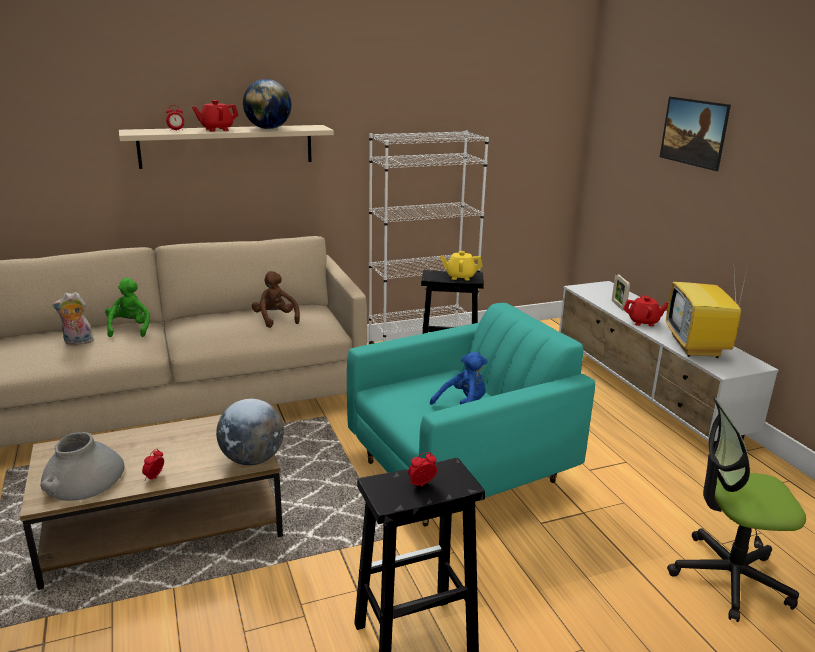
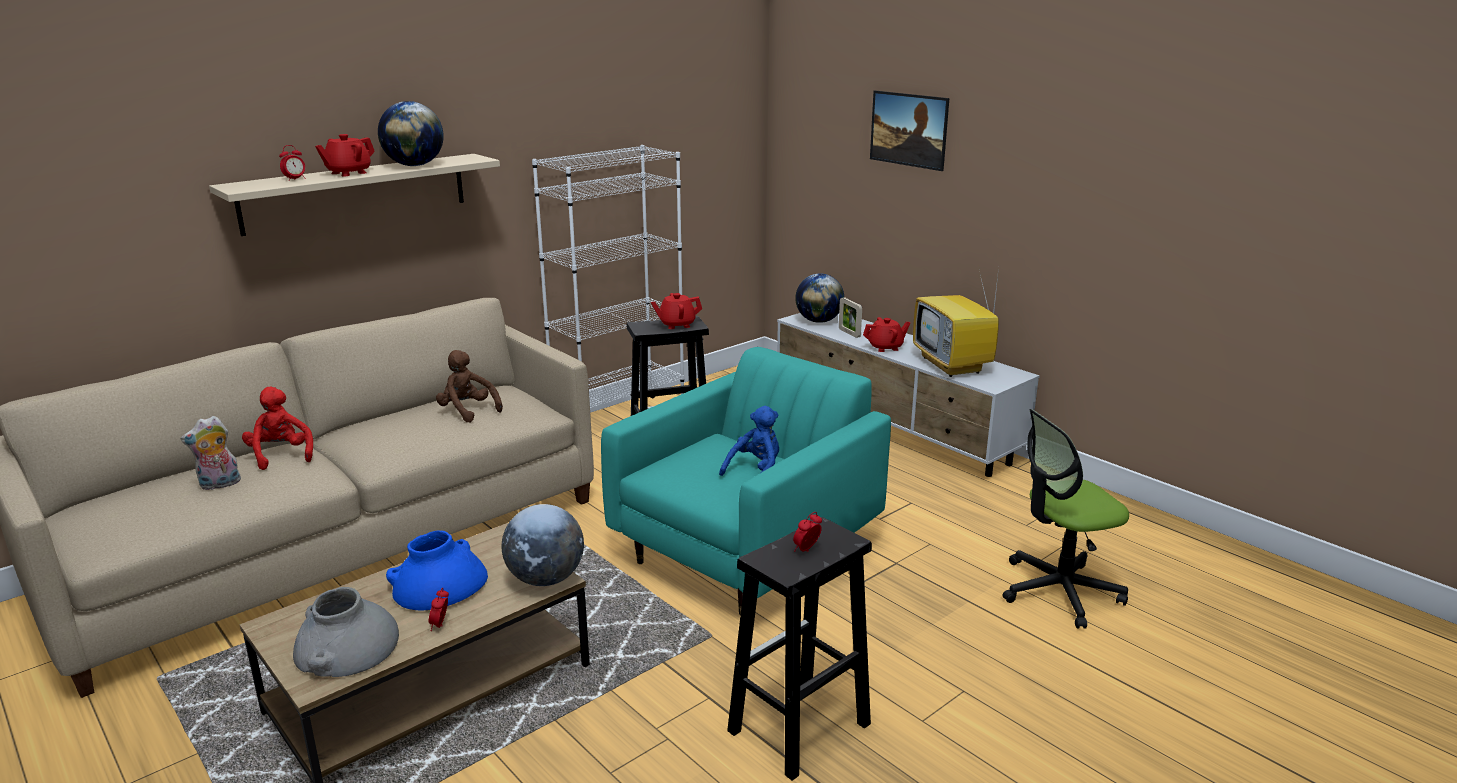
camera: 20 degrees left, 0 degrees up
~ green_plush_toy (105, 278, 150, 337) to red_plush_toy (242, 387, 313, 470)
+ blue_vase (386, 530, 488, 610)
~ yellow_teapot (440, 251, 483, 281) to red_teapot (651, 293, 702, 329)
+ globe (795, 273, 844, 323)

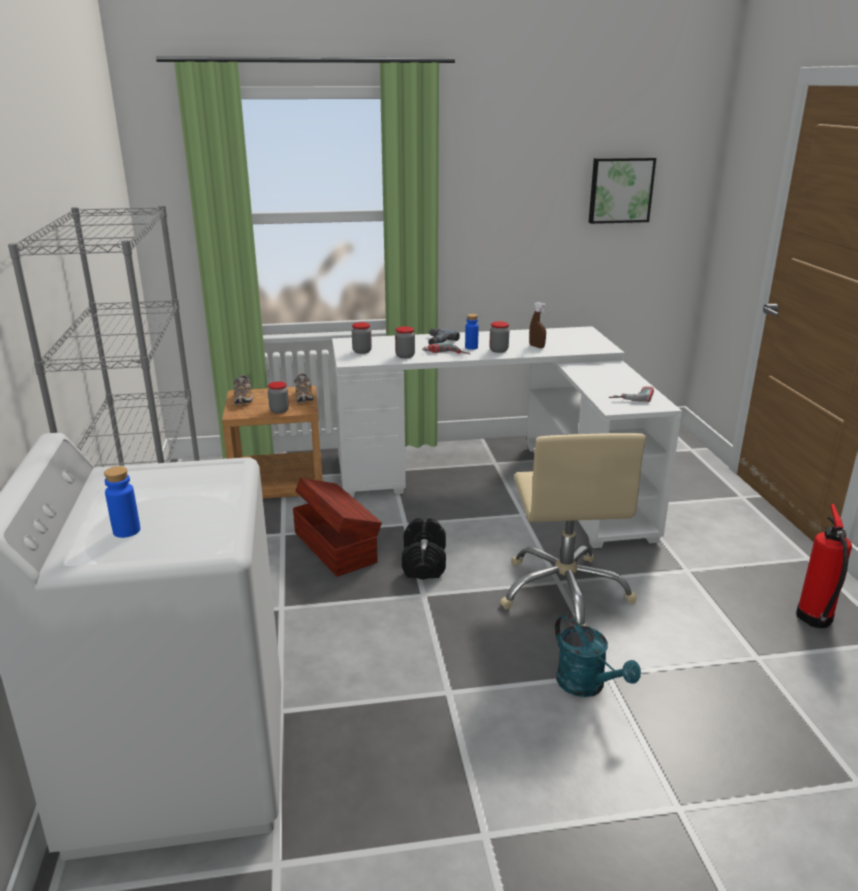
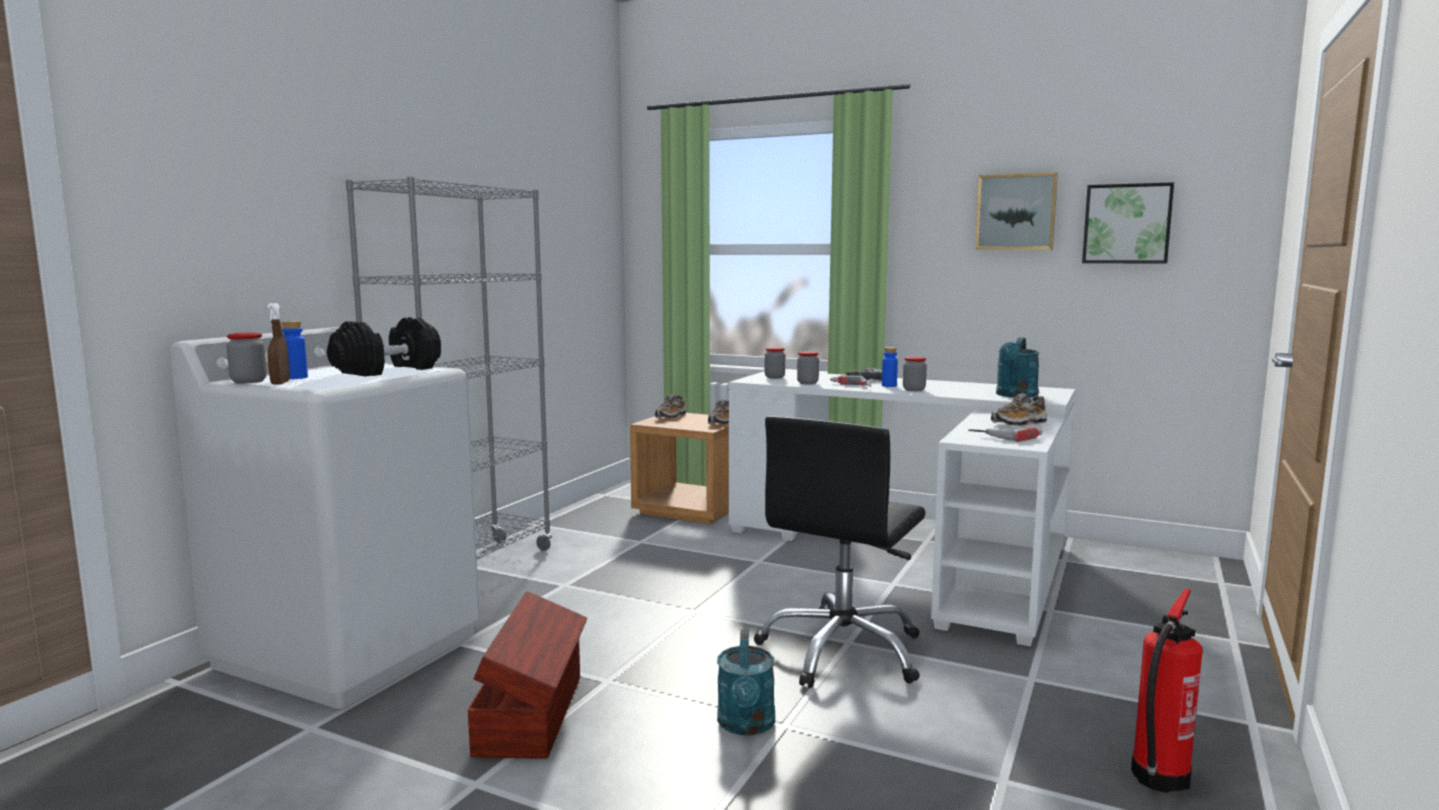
camera: 35 degrees right, 15 degrees down
~ jar (268, 381, 289, 414) to (226, 332, 267, 384)
~ brown_spray_bottle (529, 302, 546, 348) to (267, 303, 290, 385)
~ black_dumbbell (402, 518, 446, 580) to (327, 317, 441, 376)
~ brown_storage_box (293, 478, 382, 576) to (468, 591, 587, 759)
~ beige_office_chair (500, 433, 646, 626) to black_office_chair (754, 416, 925, 688)
+ picture (975, 172, 1058, 250)
+ shoe (991, 393, 1047, 427)
+ turquoise_watering_can (996, 337, 1040, 398)

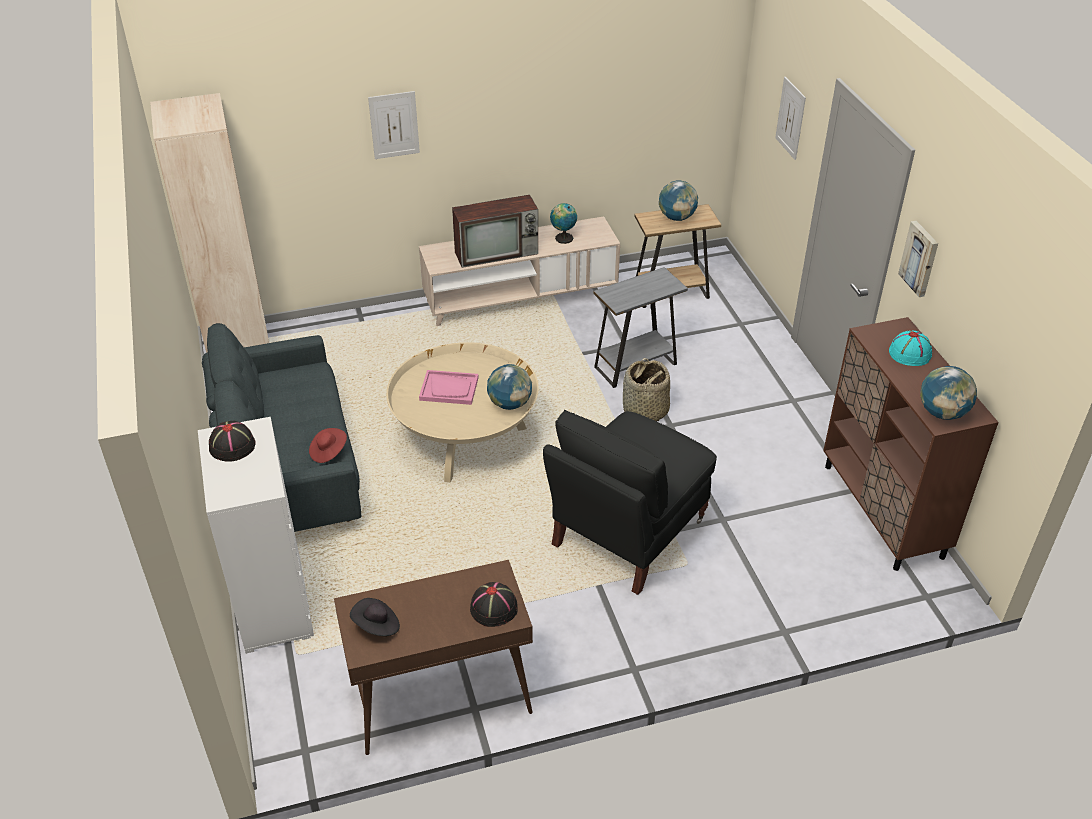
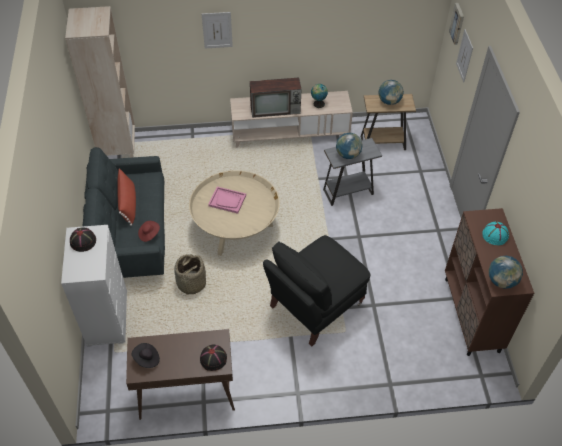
camera: 10 degrees right, 10 degrees up
+ red_pillow (118, 169, 136, 226)
~ basket (623, 358, 670, 421) to (174, 254, 206, 296)
~ globe (487, 364, 532, 410) to (336, 133, 363, 159)
~ picture (898, 221, 938, 297) to (449, 3, 464, 45)

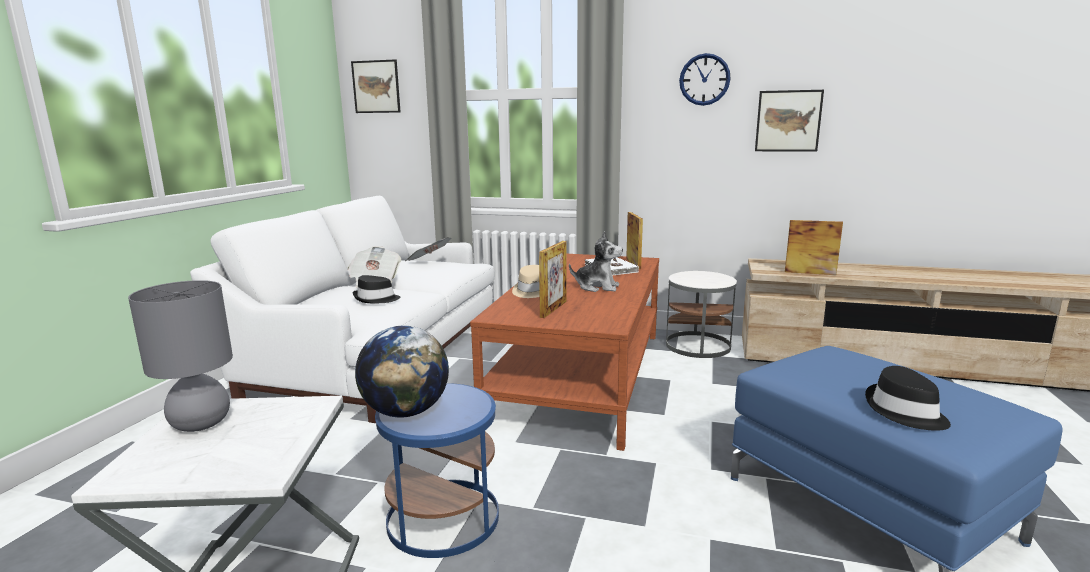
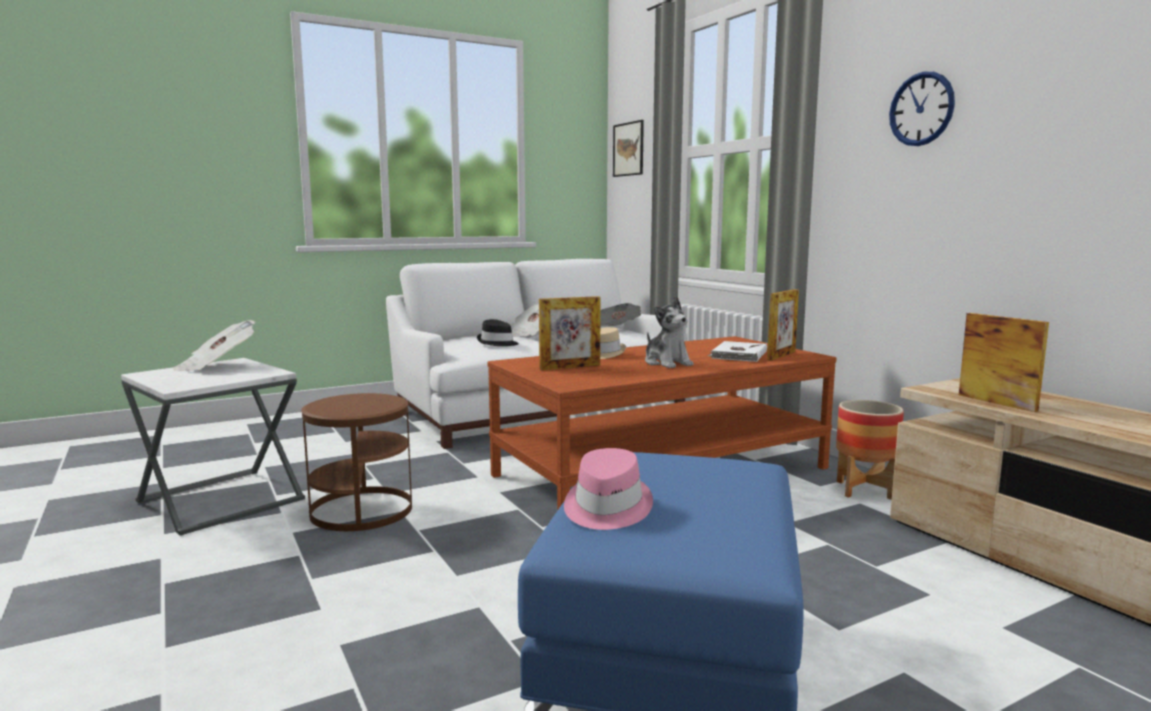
camera: 45 degrees right, 5 degrees down
~ grey_table_lamp (128, 280, 233, 432) to newspaper (173, 320, 256, 371)
~ blue_side_table (375, 383, 499, 558) to brown_side_table (301, 393, 412, 531)
~ black_hat (865, 366, 951, 431) to pink_hat (564, 448, 653, 530)
~ white_side_table (666, 271, 737, 358) to planter (836, 400, 904, 500)
- globe (355, 326, 449, 418)
- picture (755, 90, 824, 152)

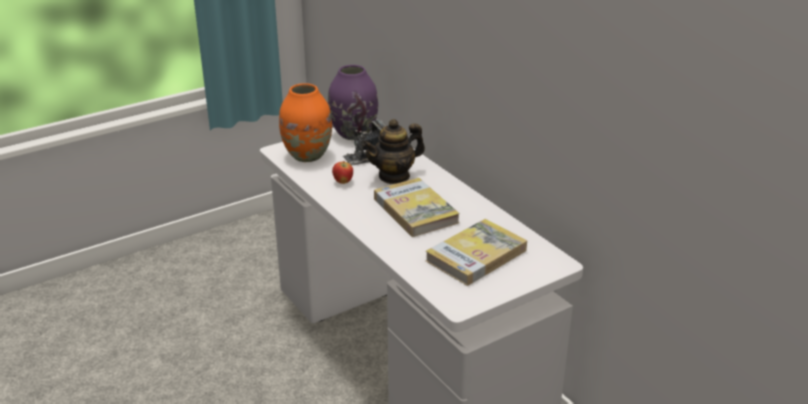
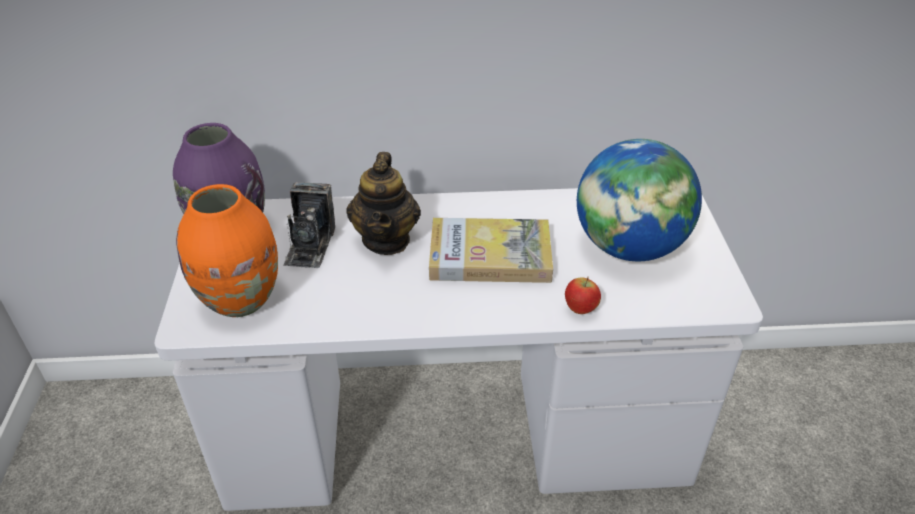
camera: 60 degrees left, 10 degrees up
~ apple (332, 160, 353, 184) to (565, 277, 601, 314)
~ book (426, 219, 527, 286) to globe (577, 139, 702, 261)

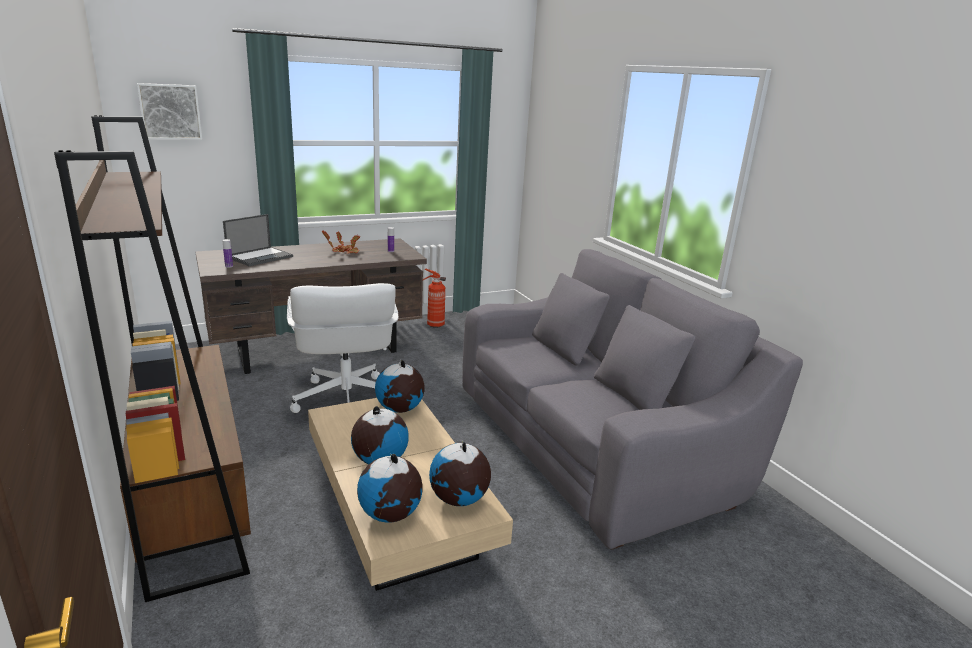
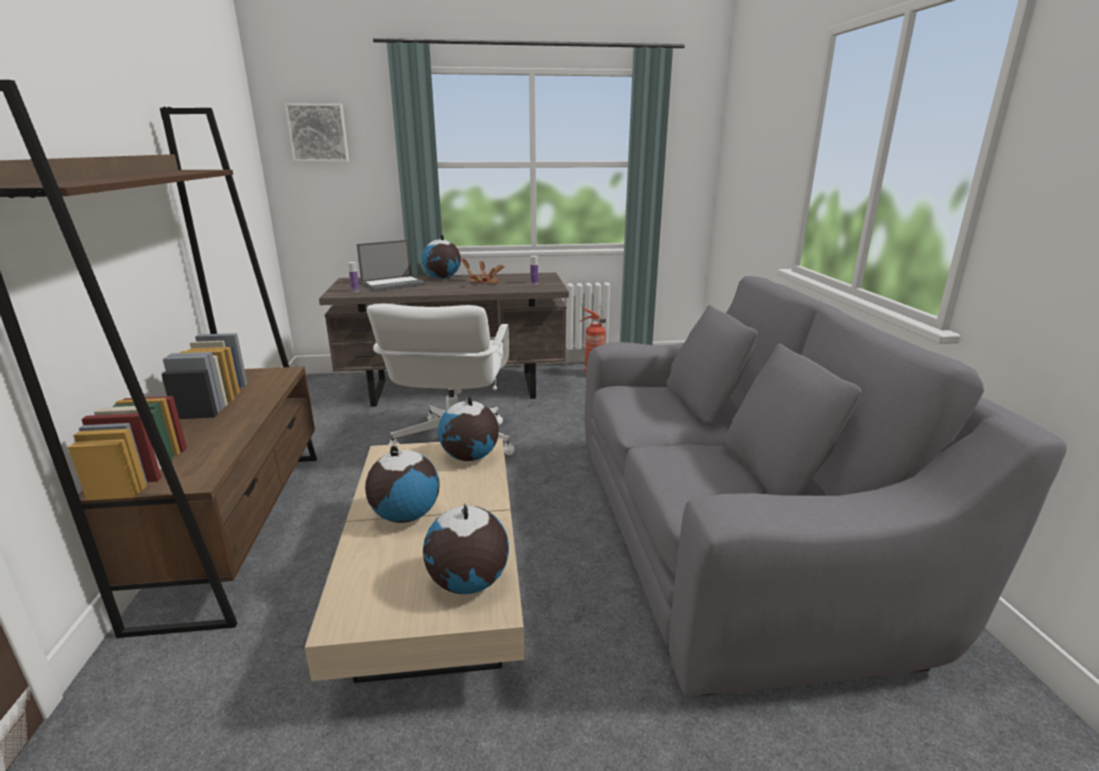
camera: 20 degrees right, 0 degrees up
~ globe (357, 454, 423, 523) to (422, 234, 461, 279)

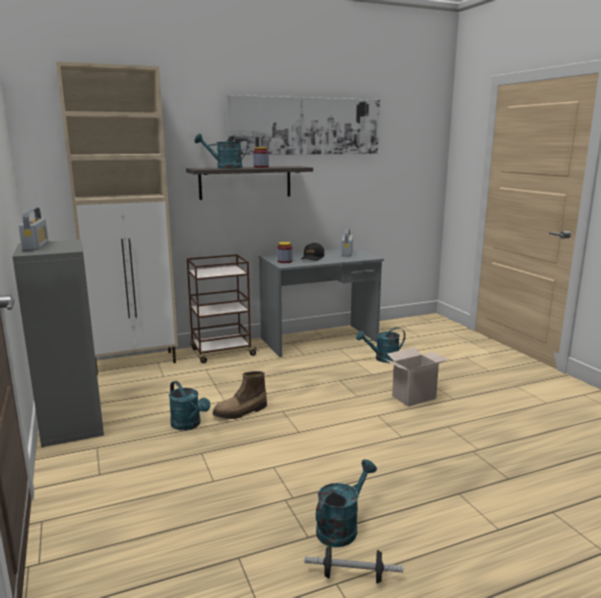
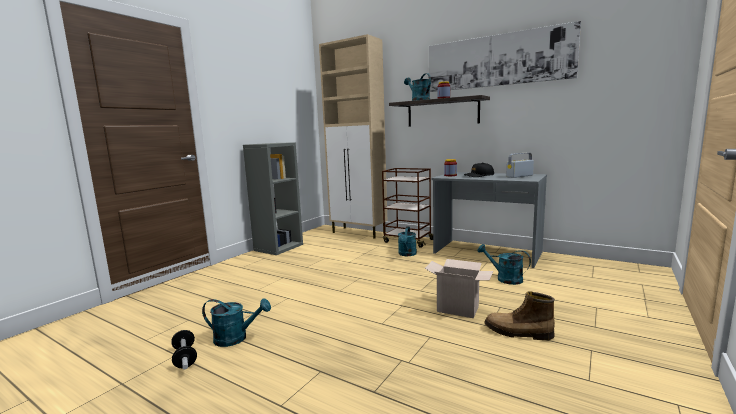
camera: 55 degrees right, 5 degrees down
~ turquoise_watering_can (169, 381, 210, 430) to (398, 226, 417, 256)
~ boot (212, 371, 267, 419) to (484, 291, 555, 340)
- radio (19, 208, 49, 251)

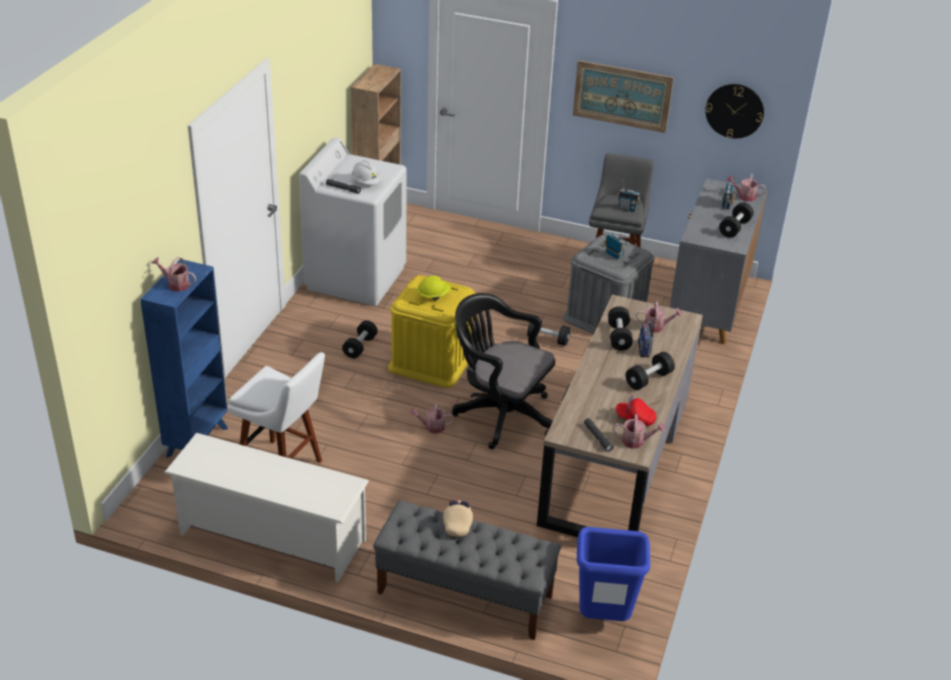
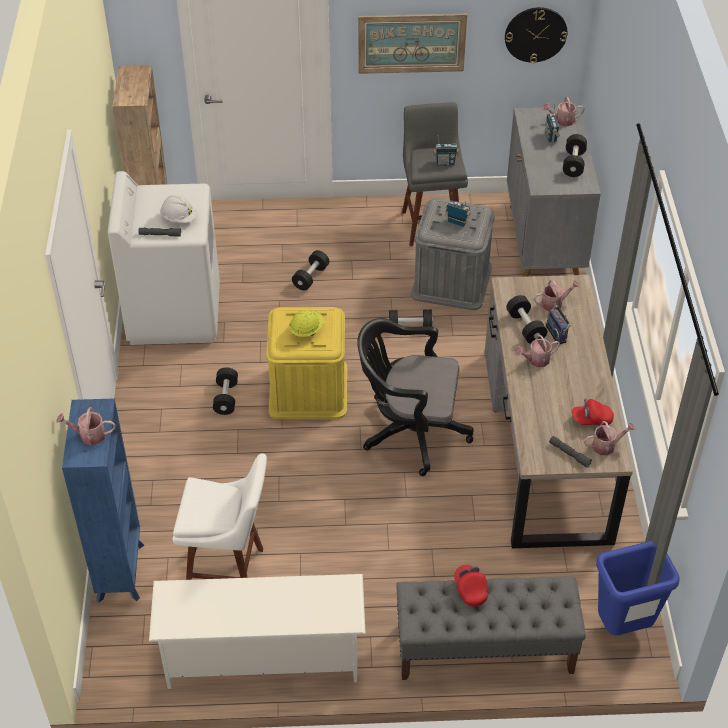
camera: 20 degrees left, 10 degrees up
~ black_dumbbell (626, 352, 675, 390) to (292, 250, 329, 291)
~ beige_cap (443, 500, 473, 537) to red_cap (454, 565, 488, 606)
~ watering_can (409, 404, 454, 434) to (514, 334, 560, 367)

